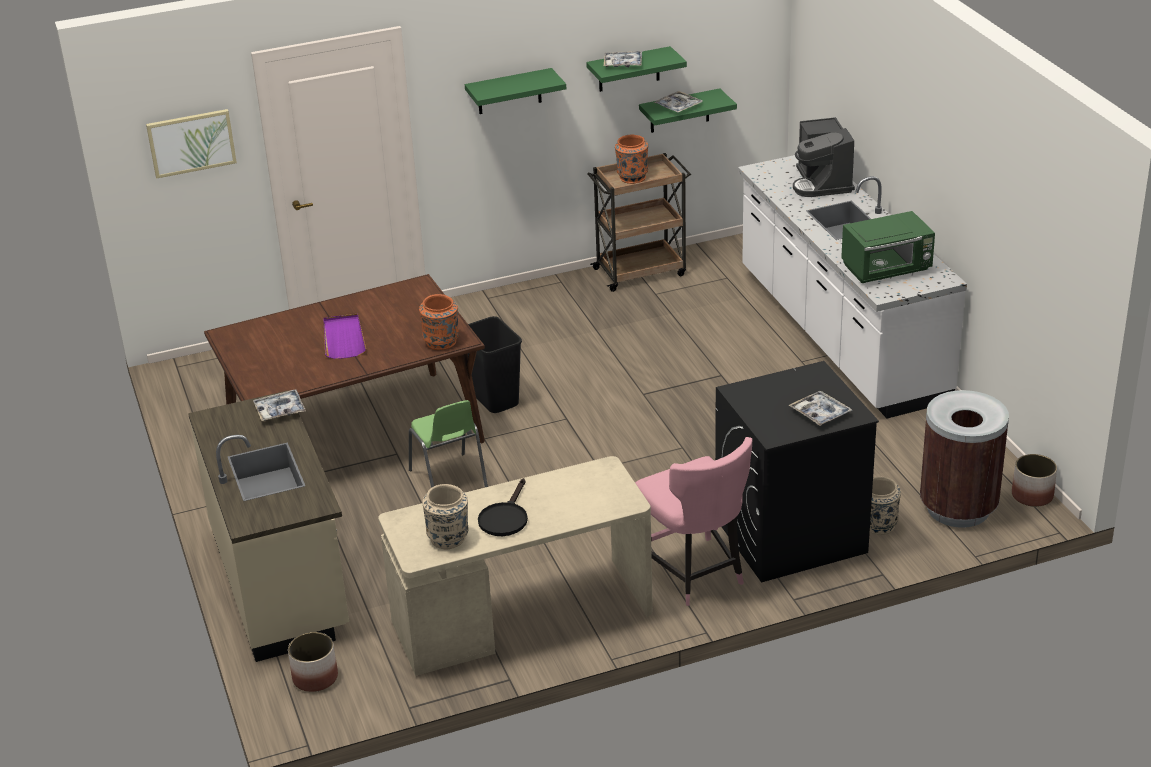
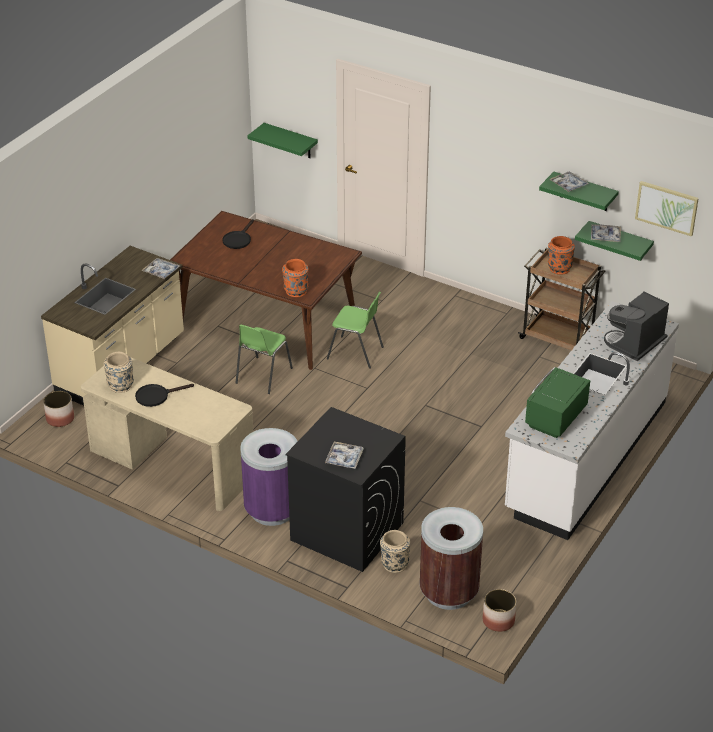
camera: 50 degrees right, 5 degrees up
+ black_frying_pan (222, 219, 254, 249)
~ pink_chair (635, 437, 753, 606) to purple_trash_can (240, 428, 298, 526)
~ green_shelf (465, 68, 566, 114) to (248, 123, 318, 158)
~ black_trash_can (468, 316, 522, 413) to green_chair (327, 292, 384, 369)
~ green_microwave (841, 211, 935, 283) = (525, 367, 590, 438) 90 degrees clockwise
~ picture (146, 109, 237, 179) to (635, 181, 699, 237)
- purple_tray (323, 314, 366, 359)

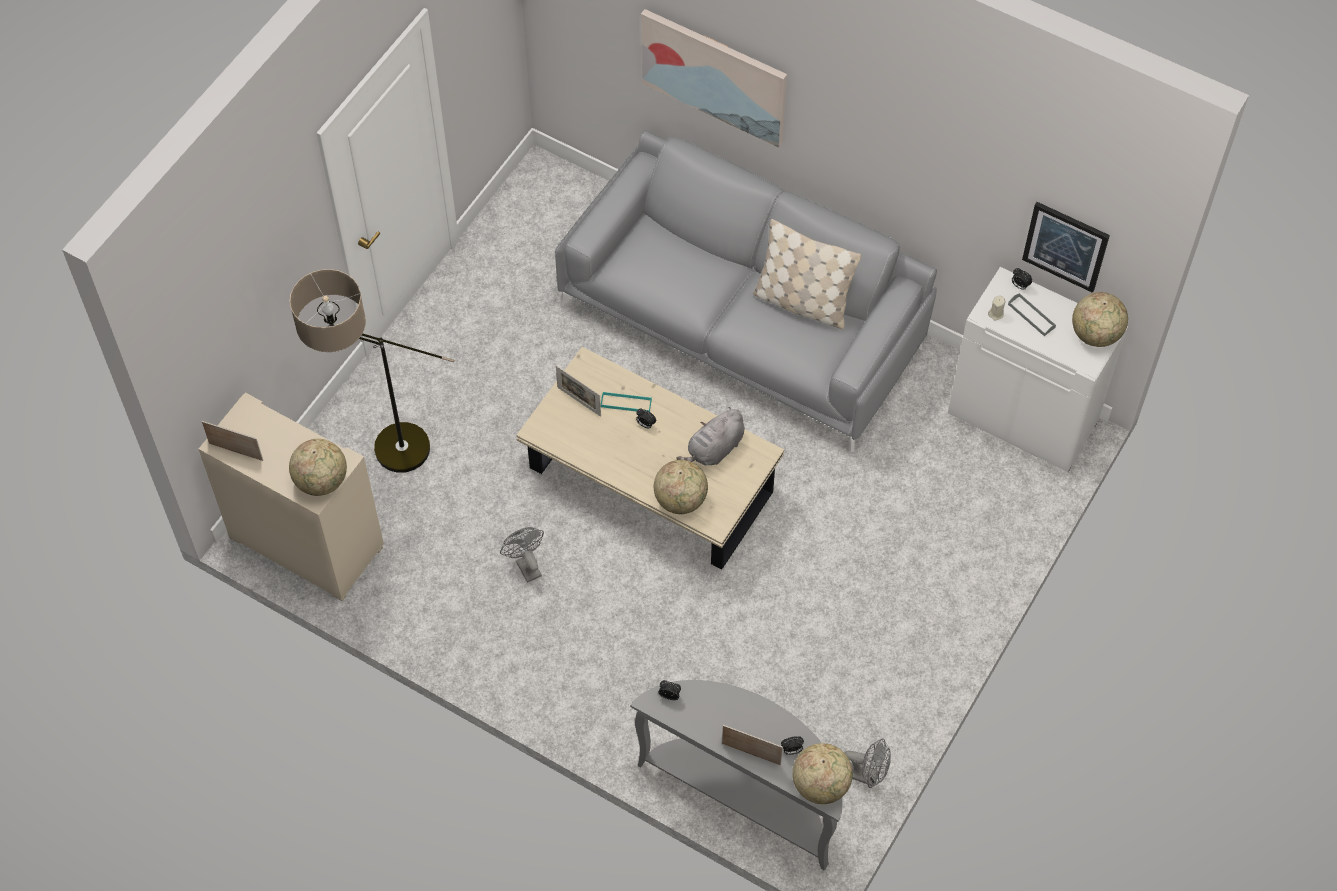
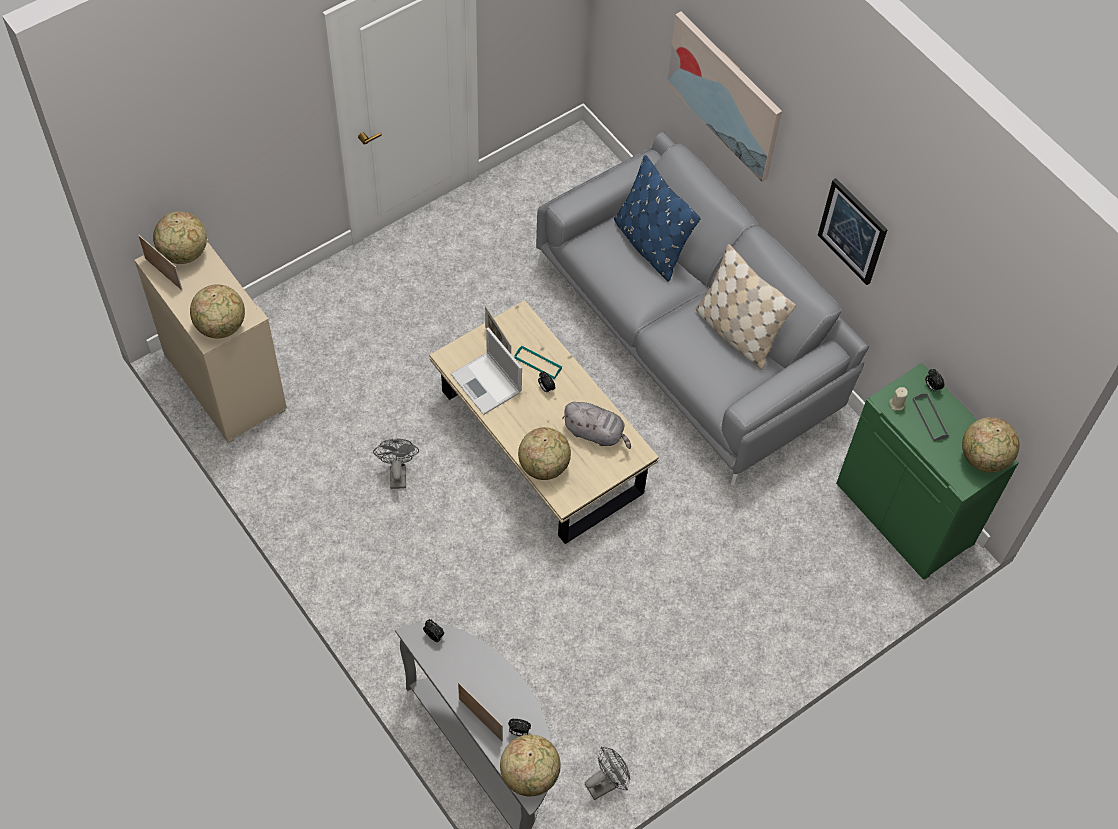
camera: 20 degrees right, 0 degrees up
+ globe (153, 211, 207, 264)
+ laptop (451, 328, 522, 415)
~ grey_plush_toy (677, 407, 744, 466) = (562, 402, 631, 449) 135 degrees counterclockwise
~ grey_fan (845, 738, 891, 788) = (585, 746, 630, 800) 75 degrees counterclockwise
+ blue_pillow (614, 155, 701, 282)
~ picture (1022, 202, 1110, 293) to (818, 178, 887, 285)
~ white_cabinet (948, 267, 1128, 472) to green_cabinet (836, 363, 1019, 580)
- floor_lamp (289, 269, 455, 473)

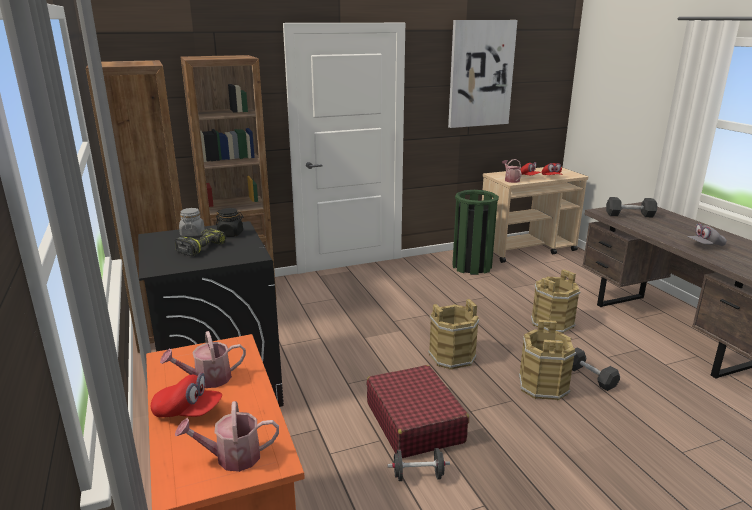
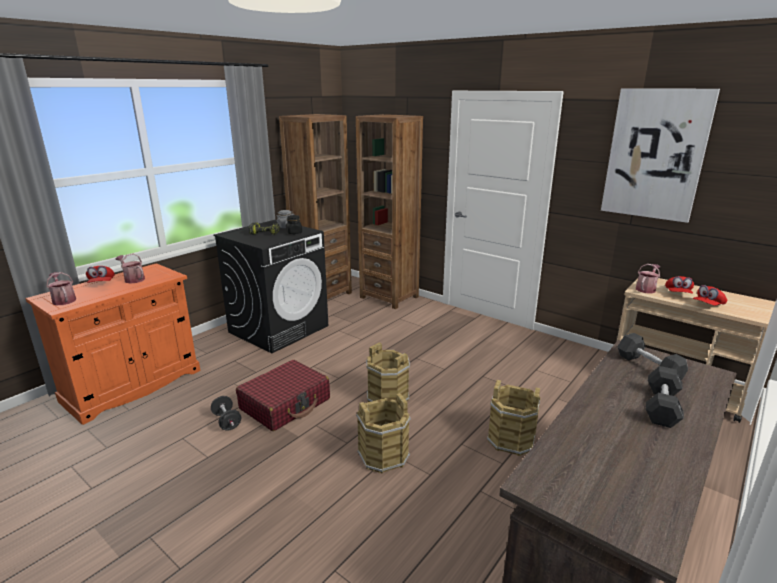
camera: 60 degrees right, 0 degrees up
~ black_dumbbell (572, 347, 620, 391) to (646, 366, 684, 428)
- green_trash_can (452, 190, 499, 275)
- grey_cap (687, 223, 727, 246)

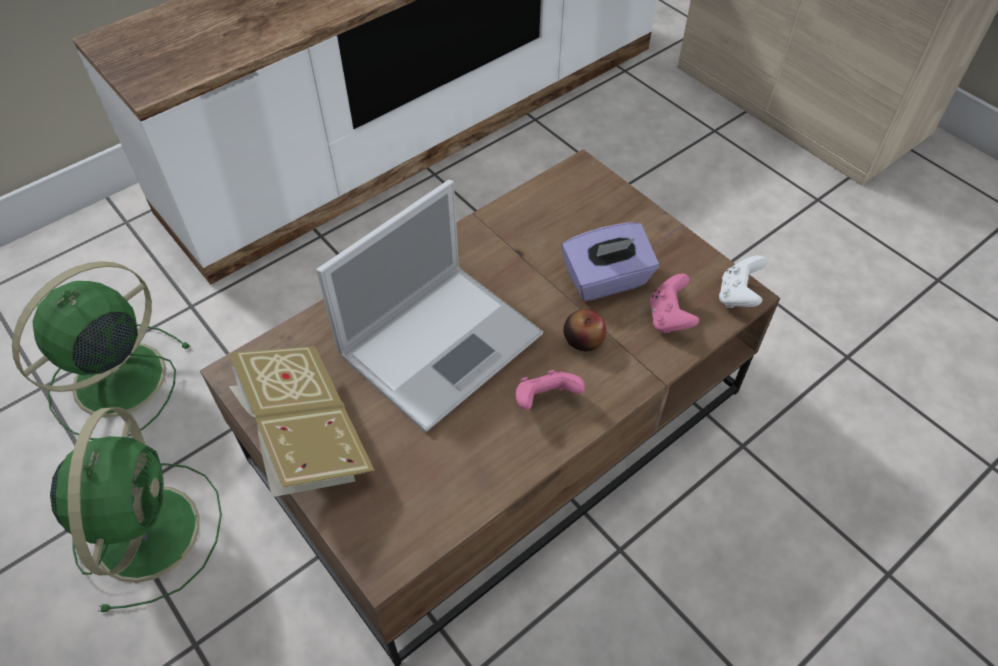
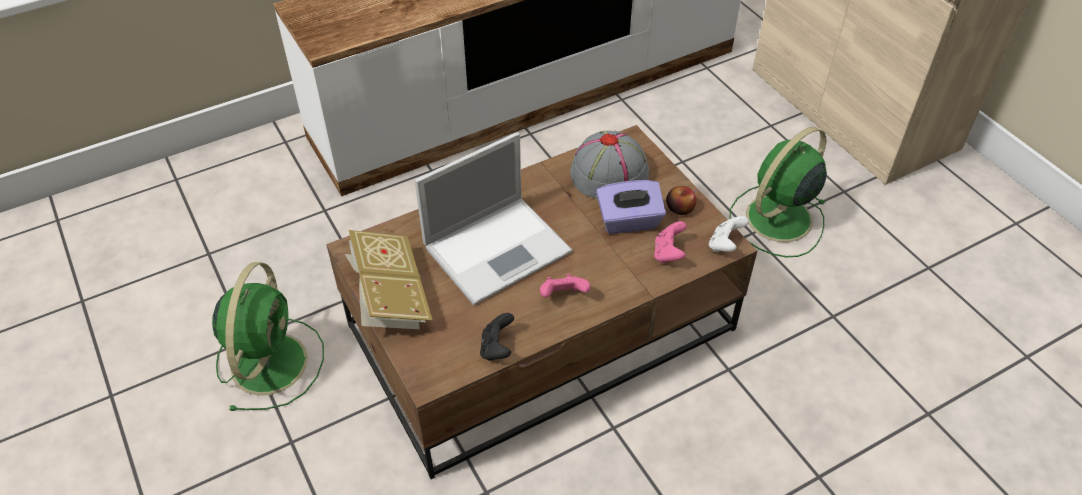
camera: 10 degrees right, 5 degrees down
+ black_game_controller (480, 313, 514, 361)
+ grey_hat (570, 131, 649, 199)
~ apple (563, 309, 606, 351) to (666, 186, 696, 215)
~ green_fan (12, 261, 191, 440) to (730, 127, 827, 257)

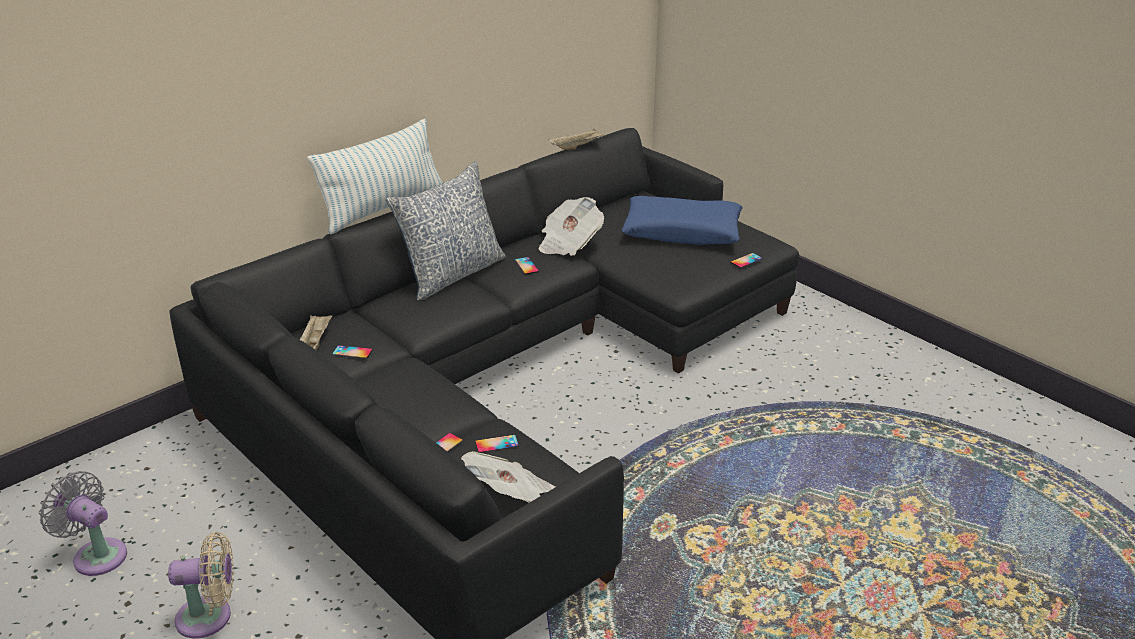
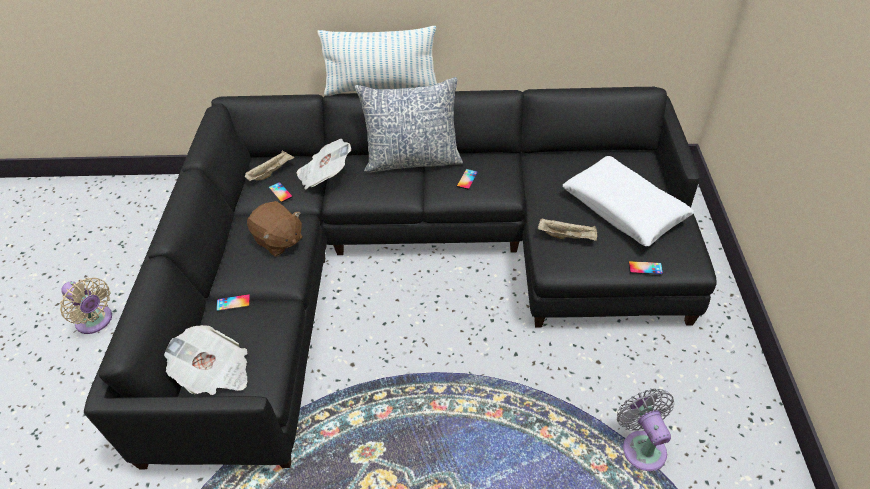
camera: 45 degrees right, 15 degrees up
+ brown_plush_toy (247, 201, 303, 257)
~ newspaper (539, 197, 604, 256) to (296, 139, 351, 190)
~ beige_tray (549, 128, 605, 150) to (538, 218, 597, 241)
~ blue_pillow (621, 196, 743, 245) to white_pillow (563, 156, 694, 247)
~ grey_fan (39, 471, 127, 576) to (617, 389, 674, 471)
- phone (475, 435, 519, 453)

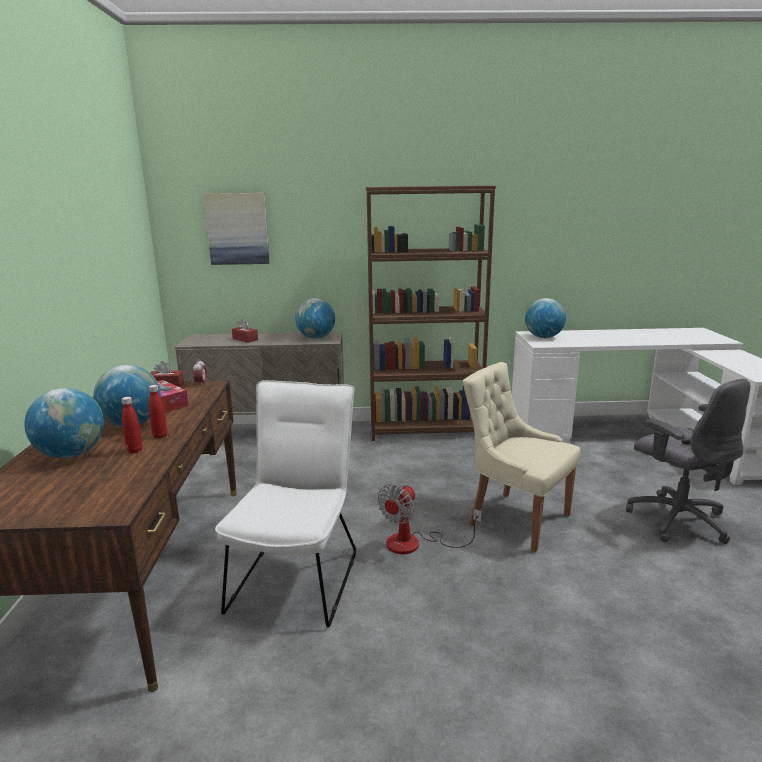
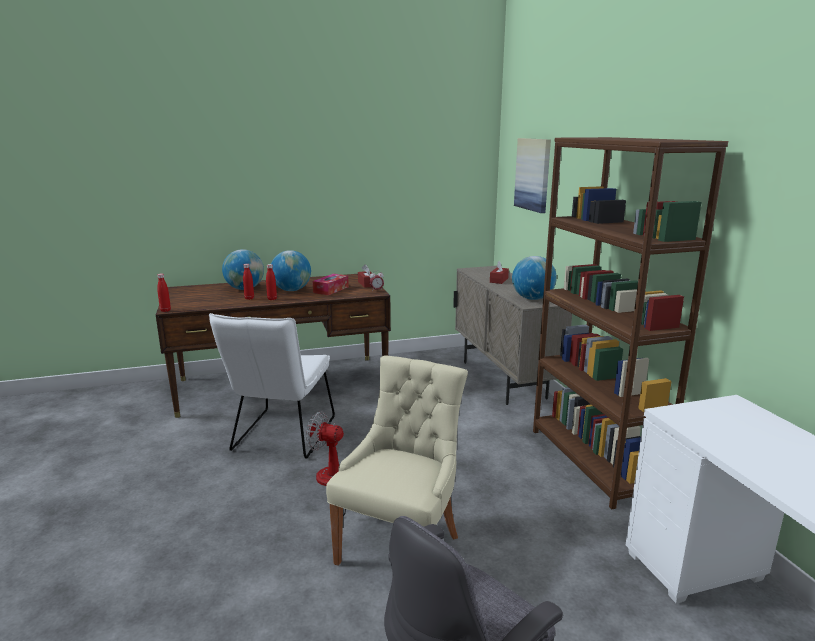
camera: 75 degrees right, 0 degrees up
+ red_bottle (157, 274, 171, 312)
~ white_chair (215, 380, 356, 627) = (209, 313, 335, 458) 105 degrees clockwise
- globe (525, 298, 566, 338)

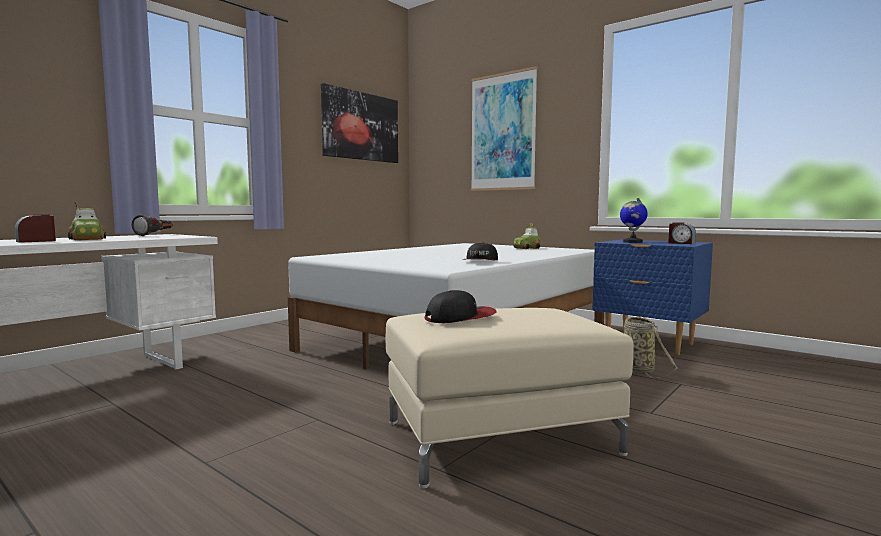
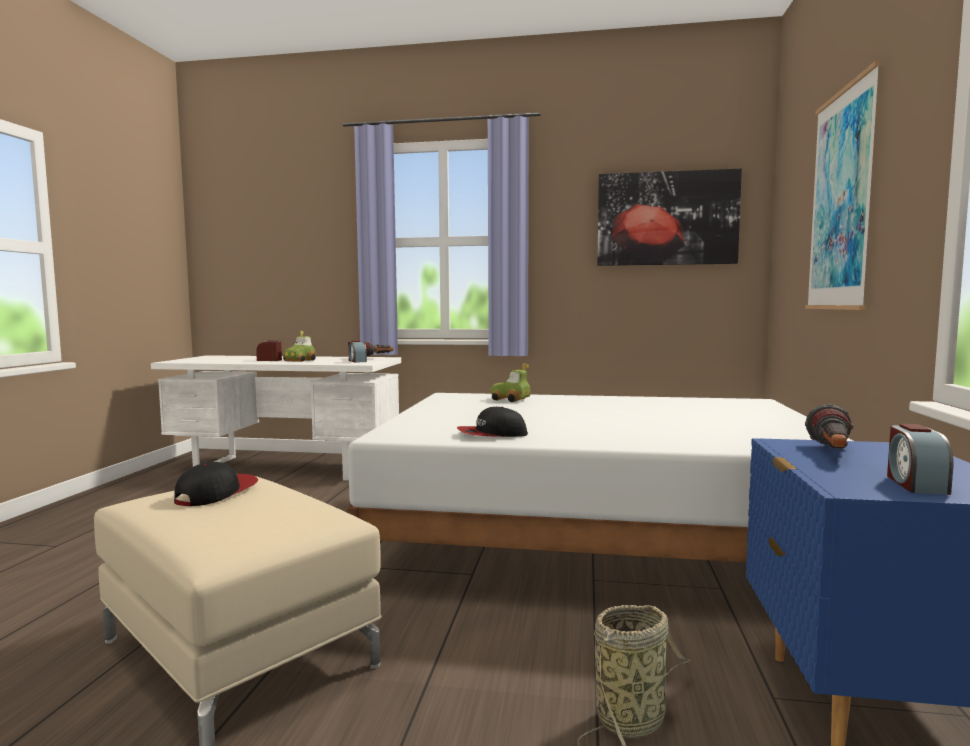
camera: 60 degrees right, 0 degrees up
~ cap (425, 290, 497, 323) = (174, 462, 258, 506) 105 degrees counterclockwise
+ alarm_clock (348, 340, 367, 363)
~ toy_car (513, 223, 541, 249) to (491, 363, 530, 402)
~ globe (620, 198, 648, 243) to flashlight (805, 404, 853, 449)

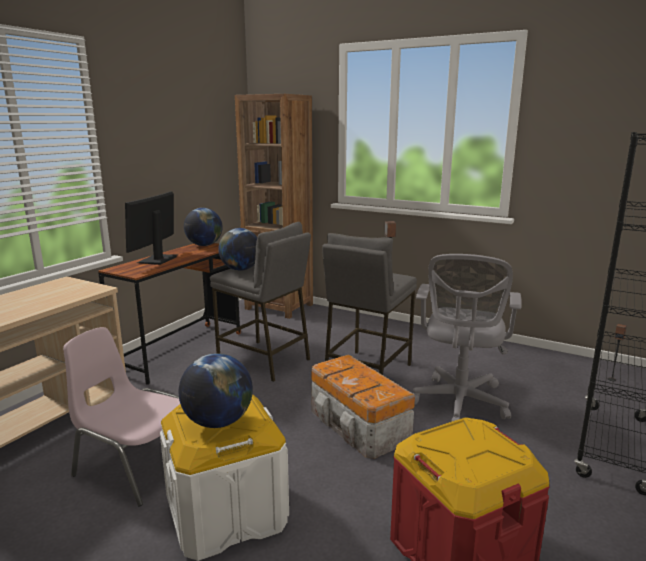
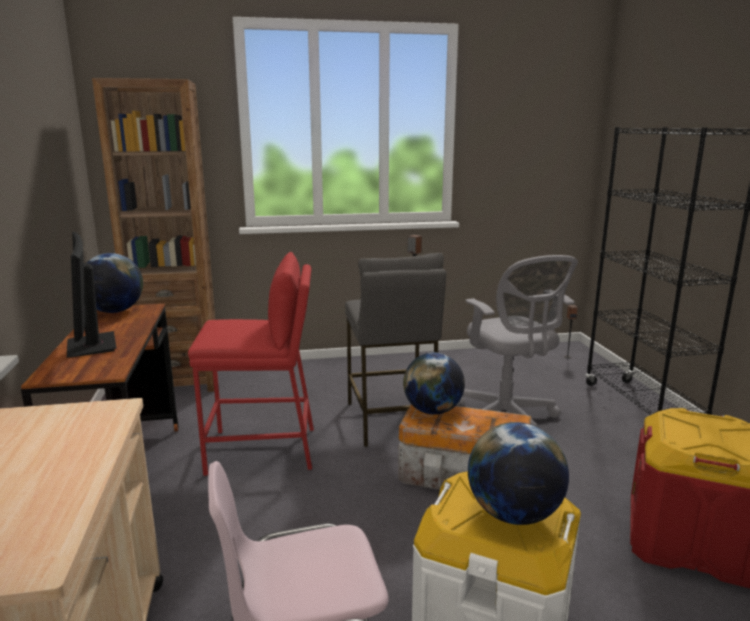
camera: 40 degrees left, 0 degrees up
~ grey_stool (210, 222, 311, 382) to red_stool (188, 252, 314, 476)
~ globe (218, 228, 257, 271) to (403, 353, 465, 415)

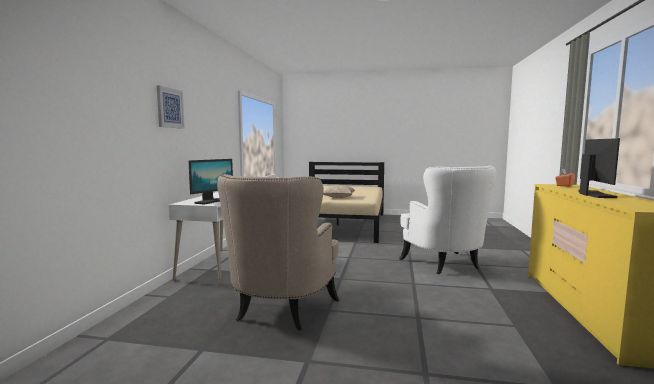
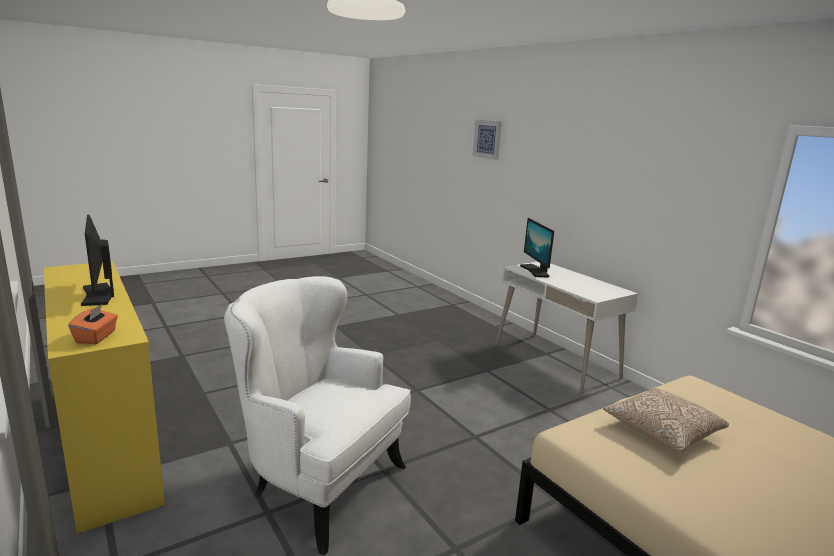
camera: 135 degrees right, 10 degrees up
~ picture (157, 85, 185, 129) to (473, 119, 502, 160)
- beige_armchair (217, 174, 339, 330)

